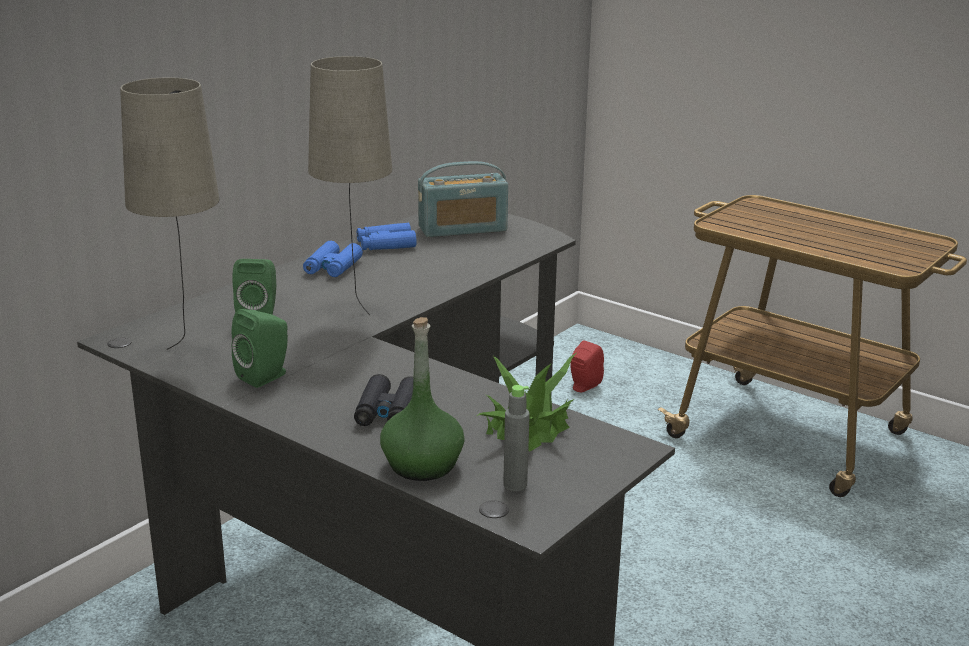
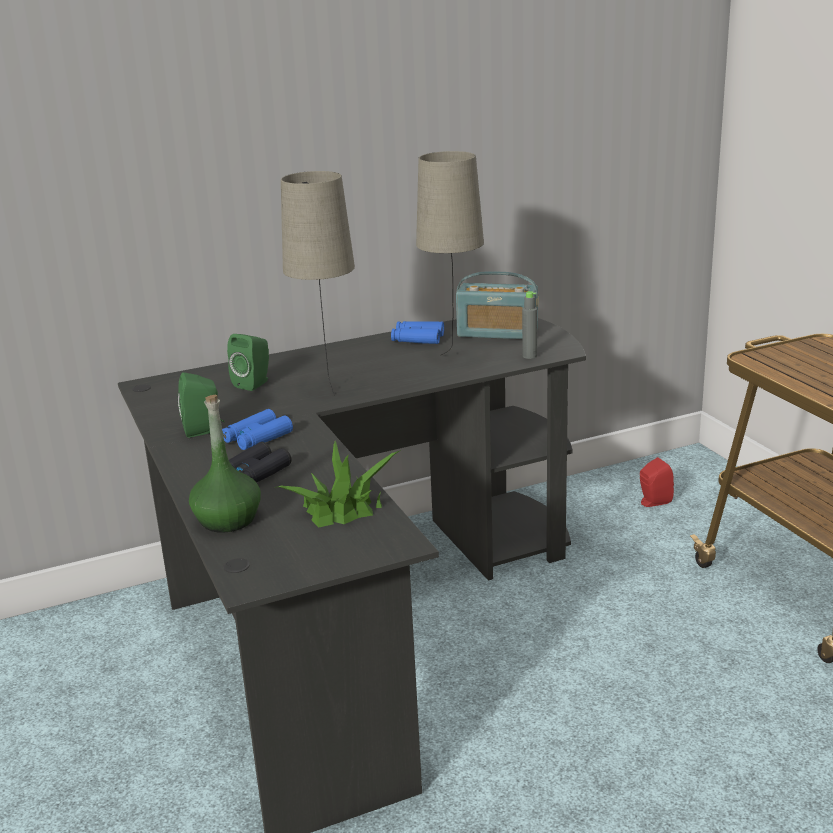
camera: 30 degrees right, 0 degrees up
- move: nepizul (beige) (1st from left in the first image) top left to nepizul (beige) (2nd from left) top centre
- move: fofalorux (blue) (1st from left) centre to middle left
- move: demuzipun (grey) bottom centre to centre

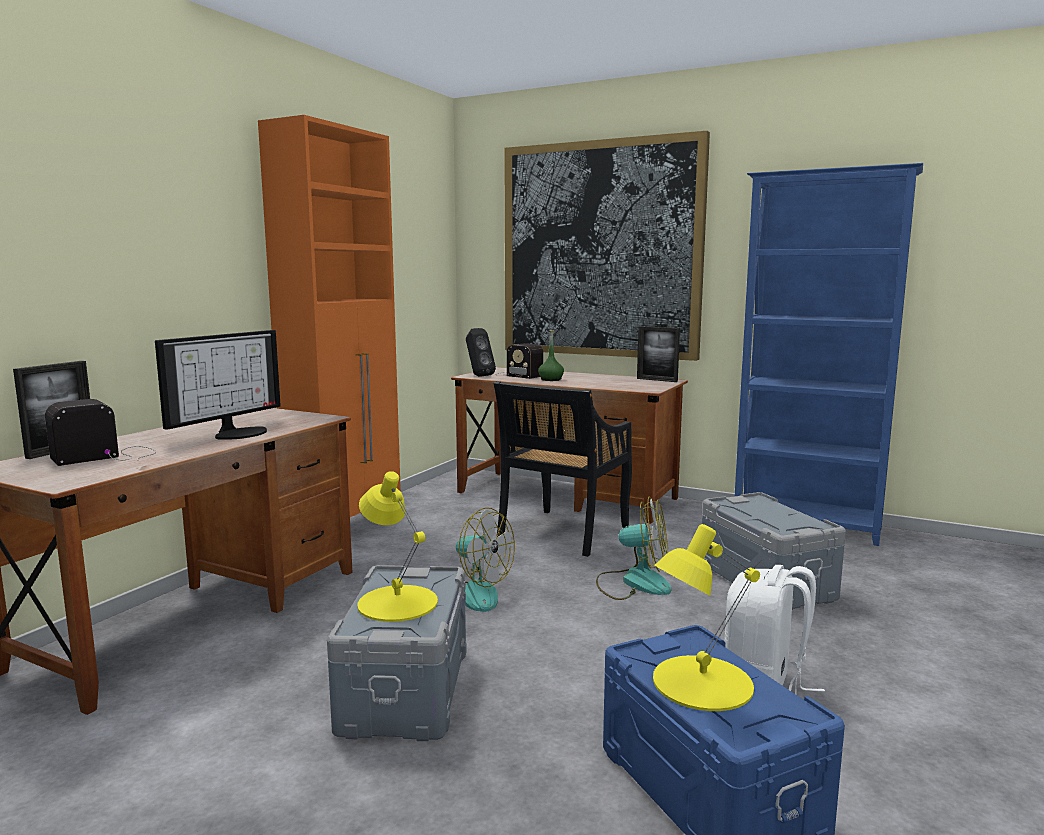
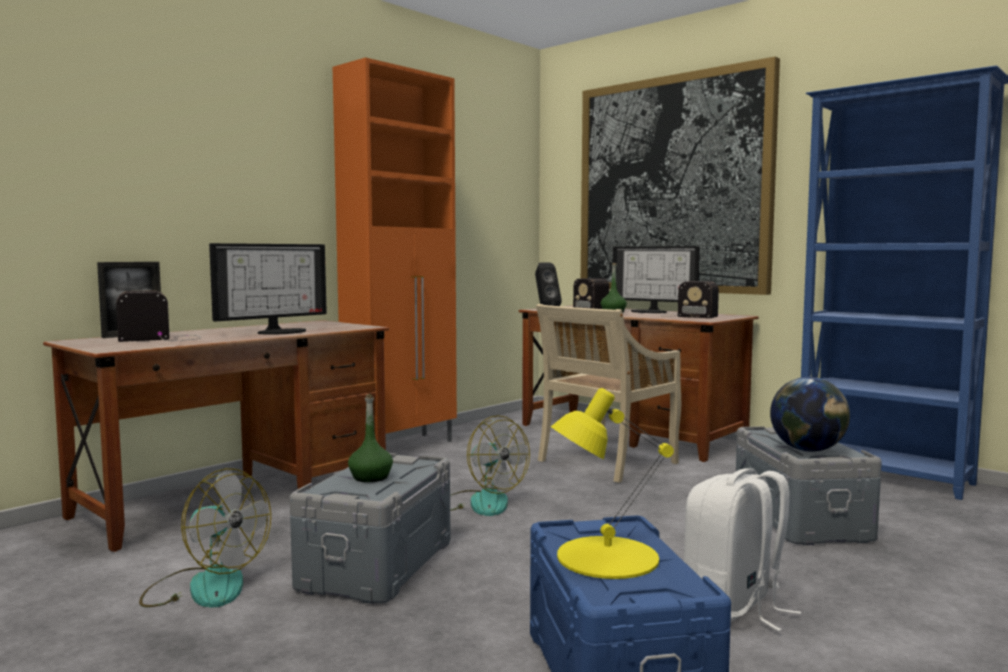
camera: 15 degrees right, 5 degrees down
- delete: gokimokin (2nd from left) centre
- insert: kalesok (2nd from left) centre
- insert: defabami (3rd from left) middle right
- insert: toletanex middle right
- move: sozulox (2nd from left in the first image) centre to sozulox (1st from left) bottom left
- replace: nepizul (yellow) (1st from left) centre to demuzipun (green) (1st from left) centre
- recolor: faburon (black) centre to faburon (beige) centre

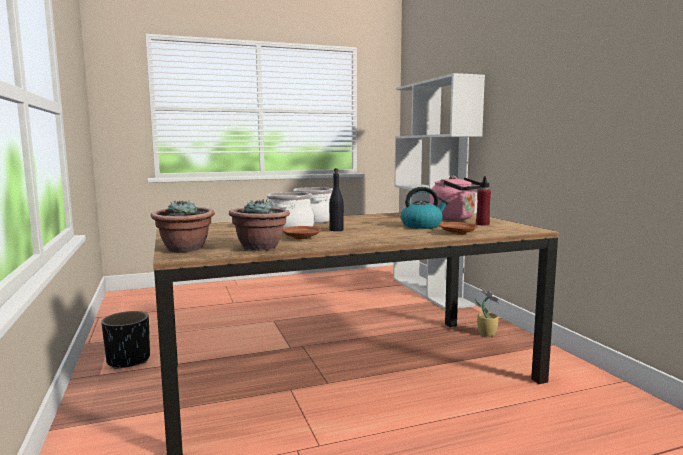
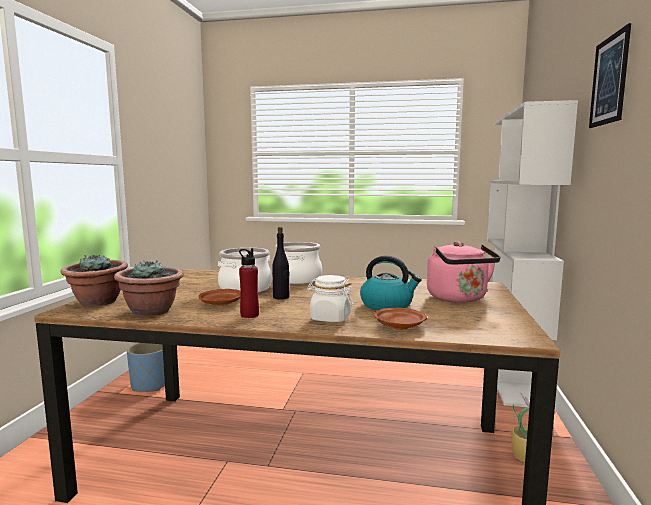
camera: 30 degrees right, 0 degrees up
- insert: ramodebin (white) centre
- insert: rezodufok top right
- move: demuzipun (red) middle right to centre
- recolor: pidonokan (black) bottom left to pidonokan (blue) bottom left

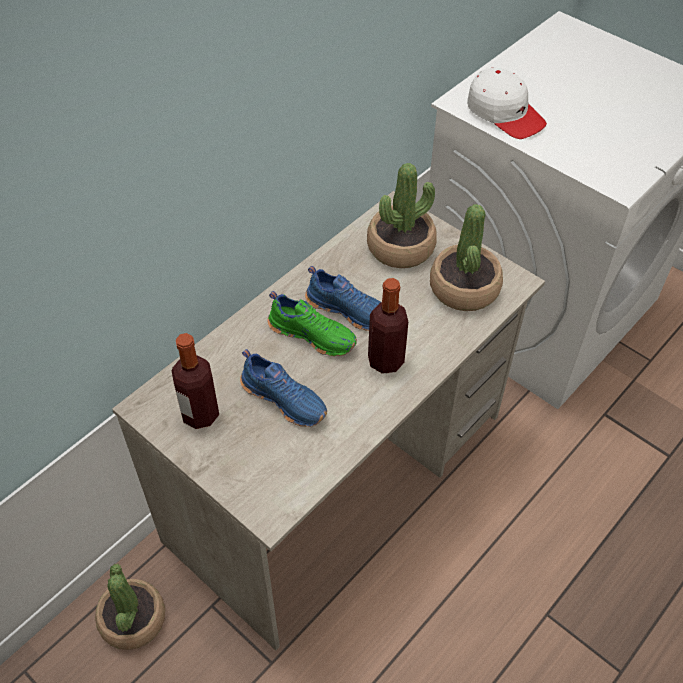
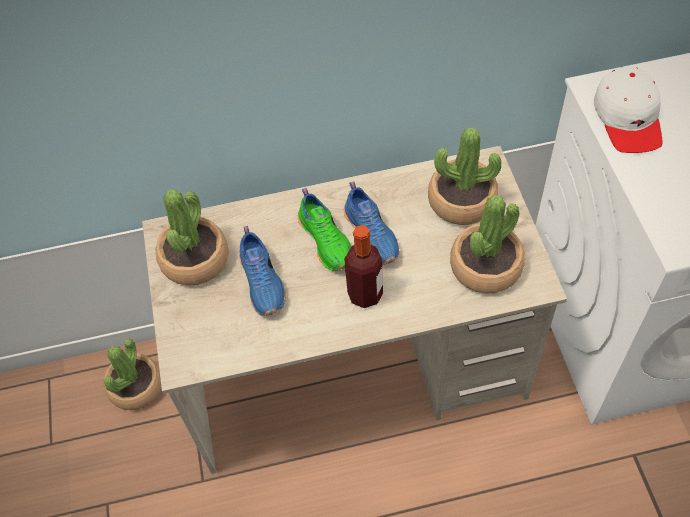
camera: 40 degrees right, 5 degrees up
- replace: demuzipun (1st from left) middle left to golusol (2nd from left) middle left

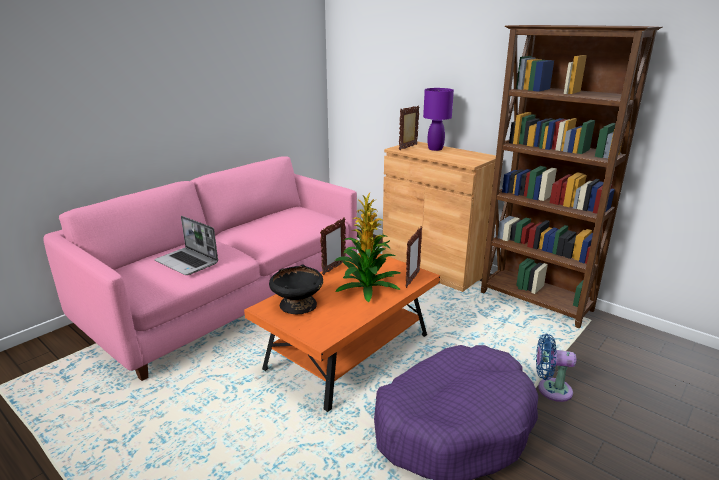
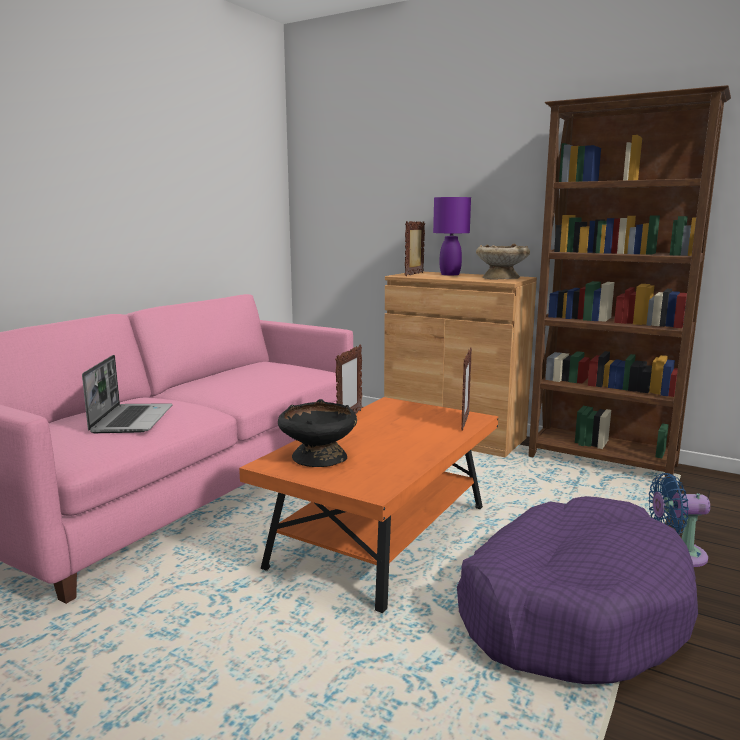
camera: 10 degrees left, 10 degrees down
- delete: golusol centre
- insert: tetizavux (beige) middle right
- rotate: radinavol middle left = middle left 120 degrees counterclockwise

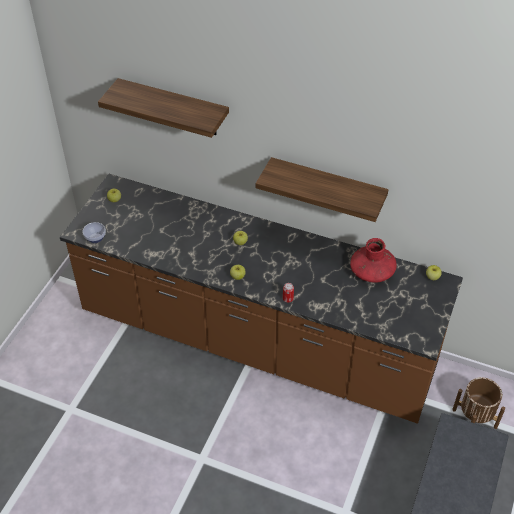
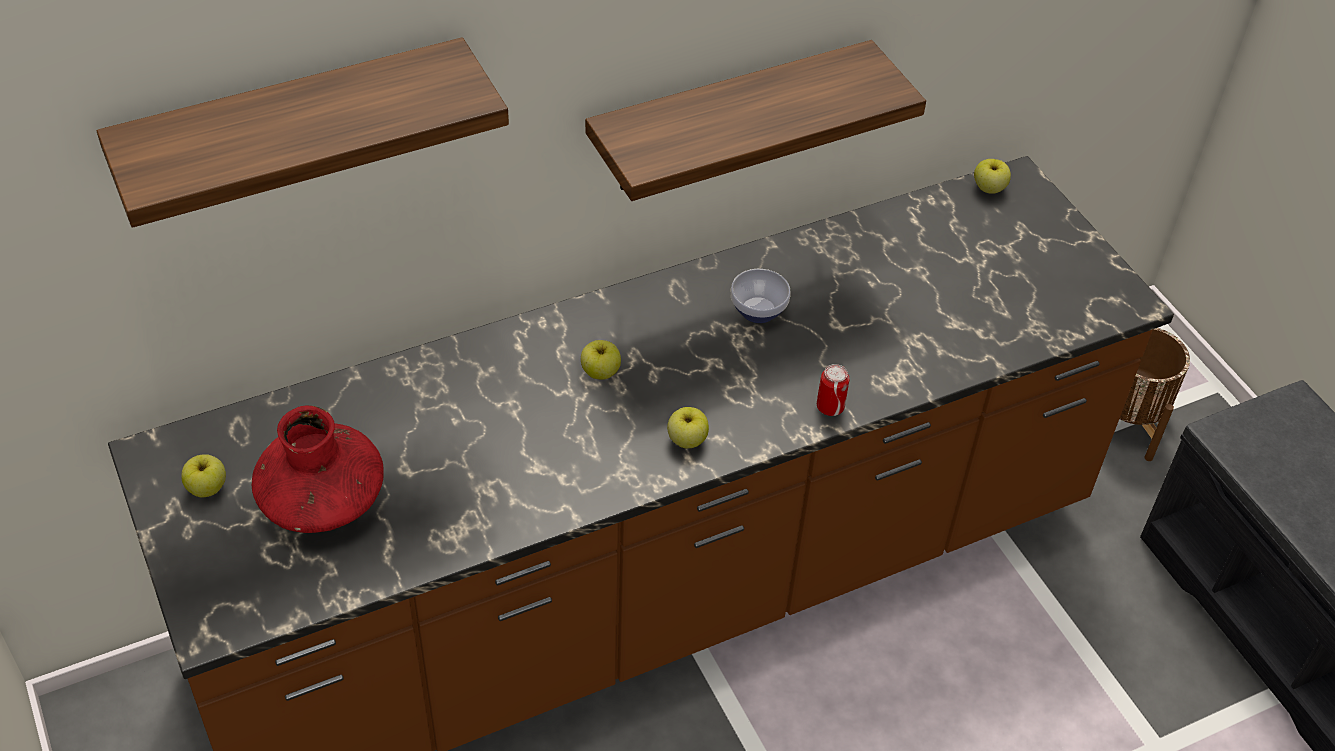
camera: 50 degrees left, 0 degrees up
- move: tetizavux middle left to centre
- move: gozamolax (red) middle right to middle left

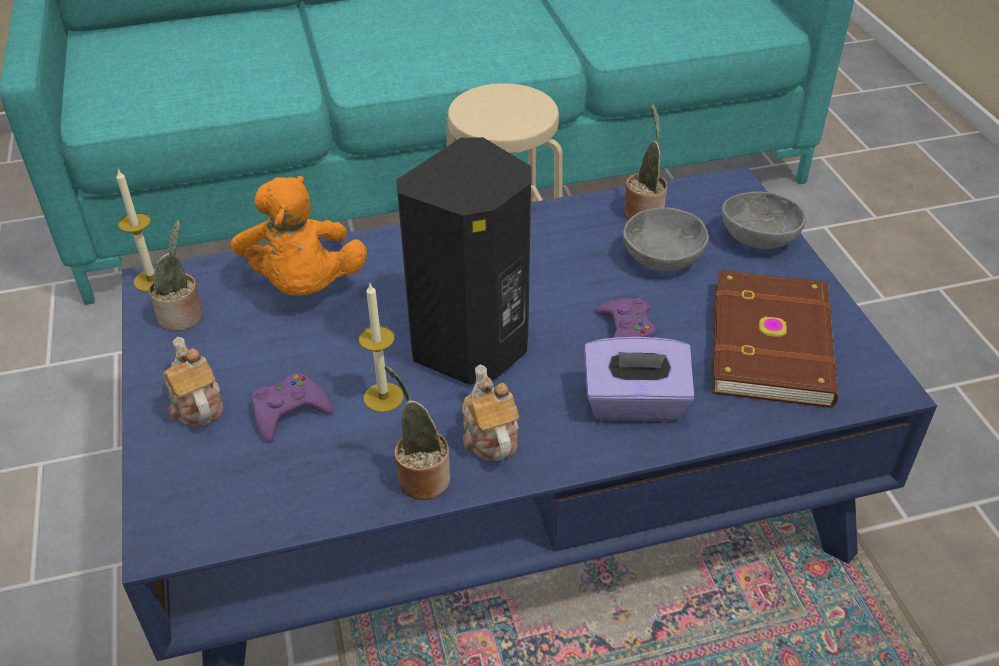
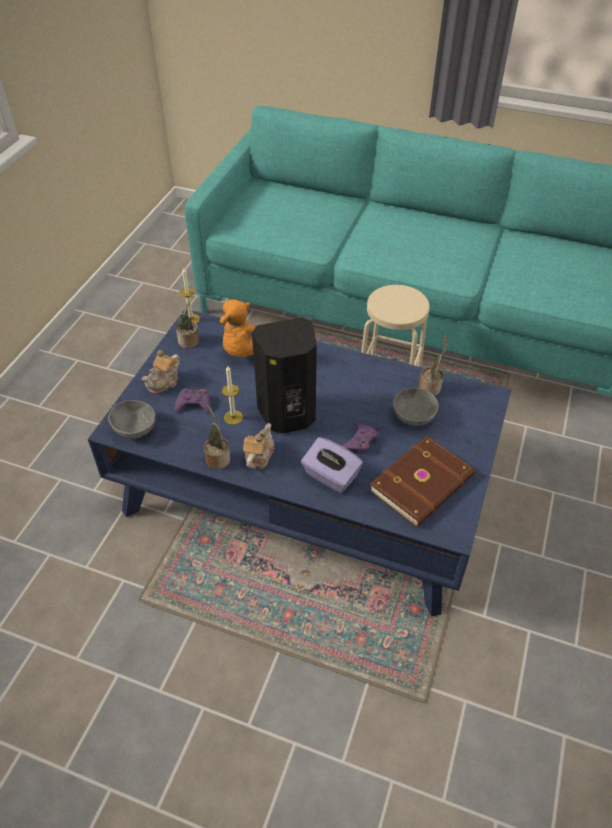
camera: 35 degrees right, 5 degrees up
- move: tetizavux (grey) (2nd from left in the first image) top right to tetizavux (grey) (1st from left) middle left
- rotate: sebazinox (1st from left) middle left = middle left 150 degrees counterclockwise

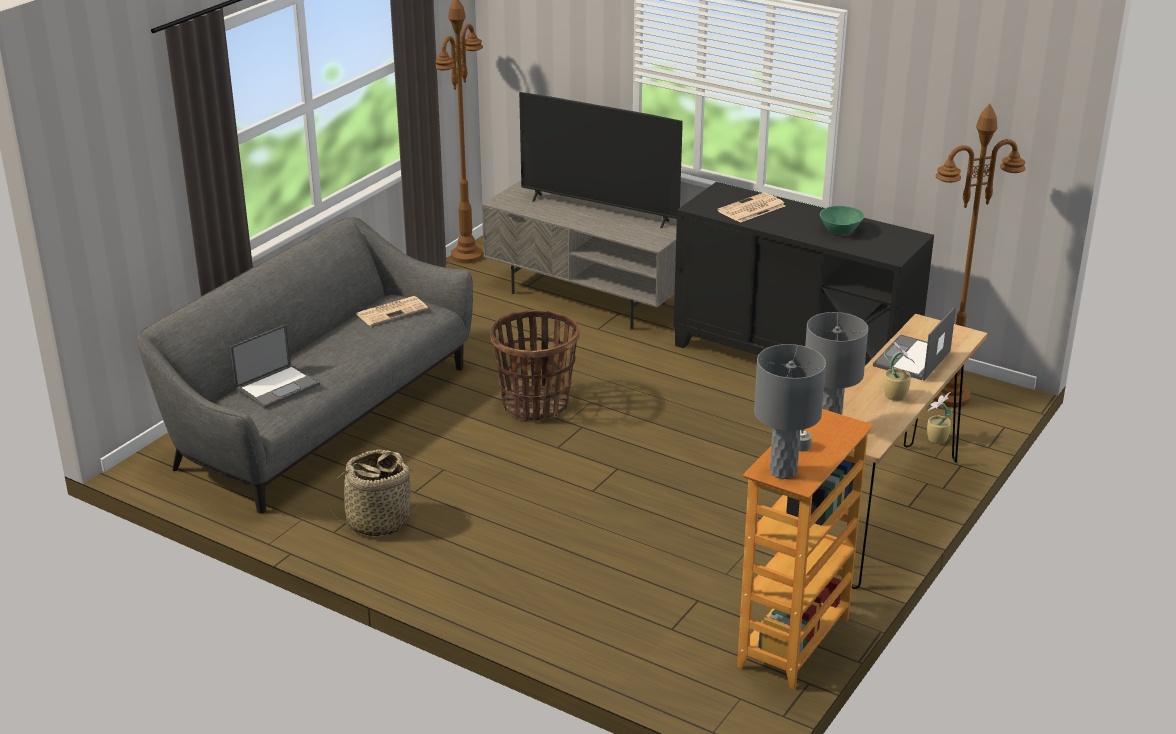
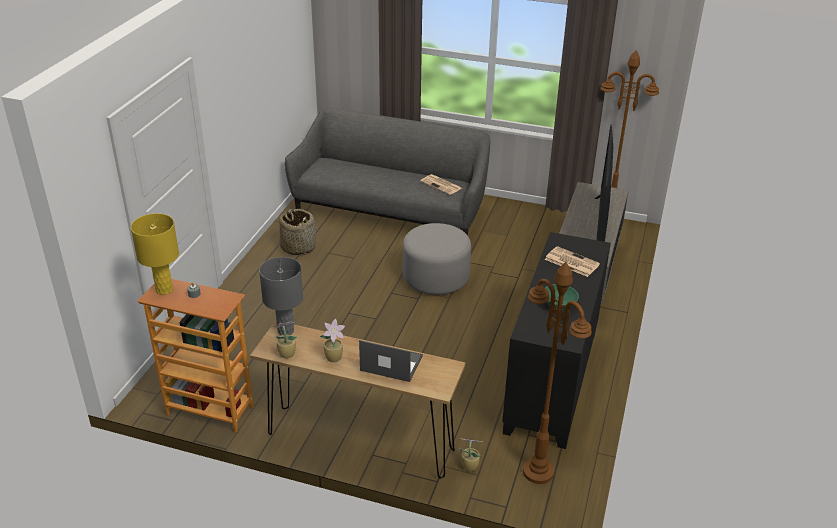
camera: 75 degrees right, 5 degrees up
- delete: radinavol (1st from left) middle left
- insert: golusol (1st from left) centre
- replace: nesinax (2nd from left) centre to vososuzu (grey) centre
- recolor: nepizul (grey) (1st from left) middle right to nepizul (yellow) middle left

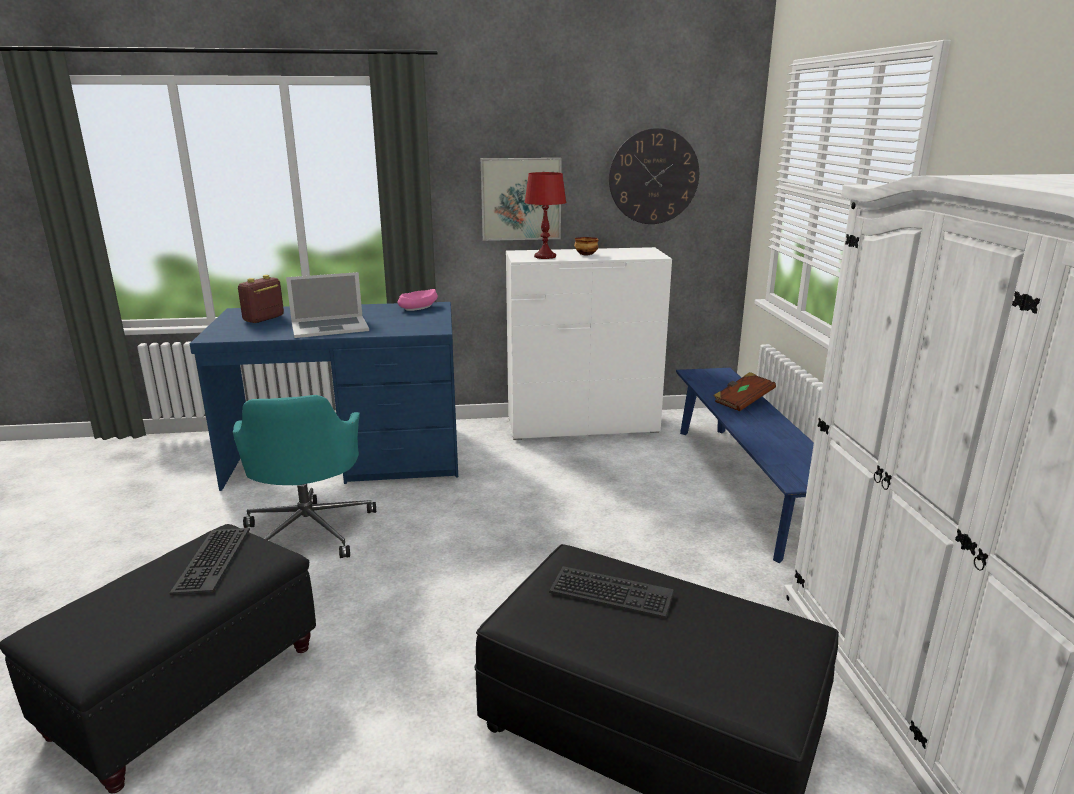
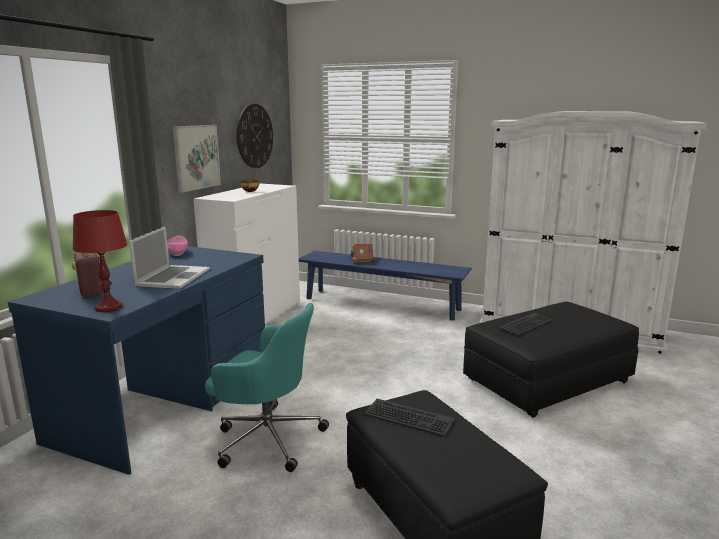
camera: 60 degrees left, 5 degrees down
- move: nepizul (red) top centre to middle left

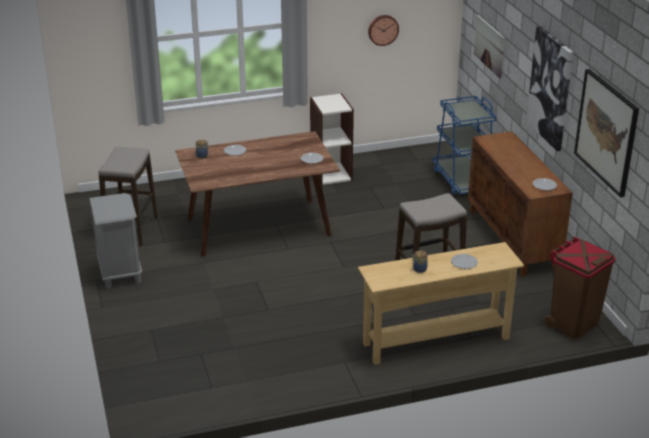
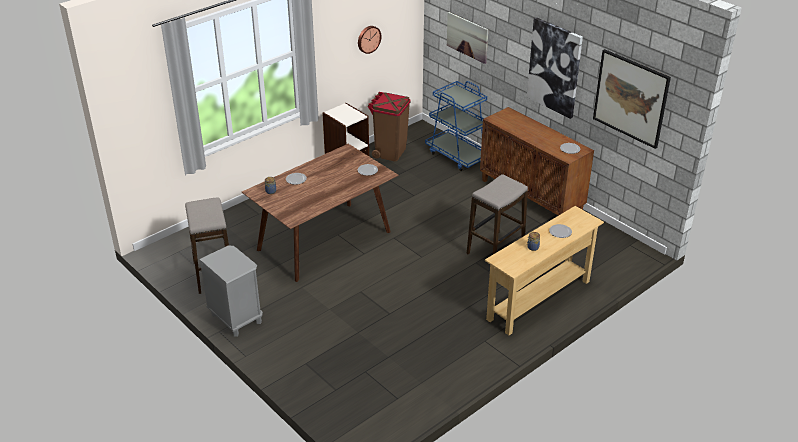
camera: 25 degrees left, 5 degrees up
- move: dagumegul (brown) middle right to top centre

